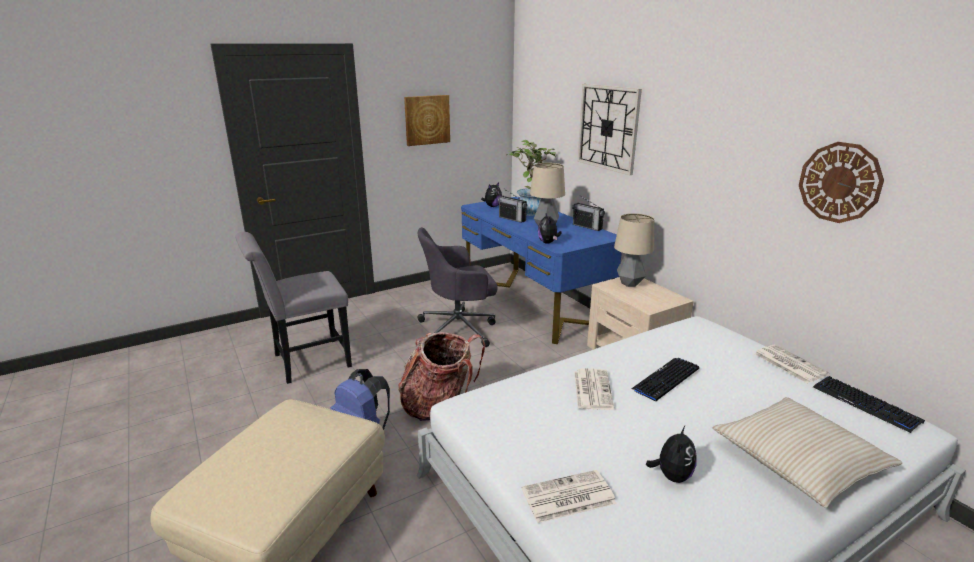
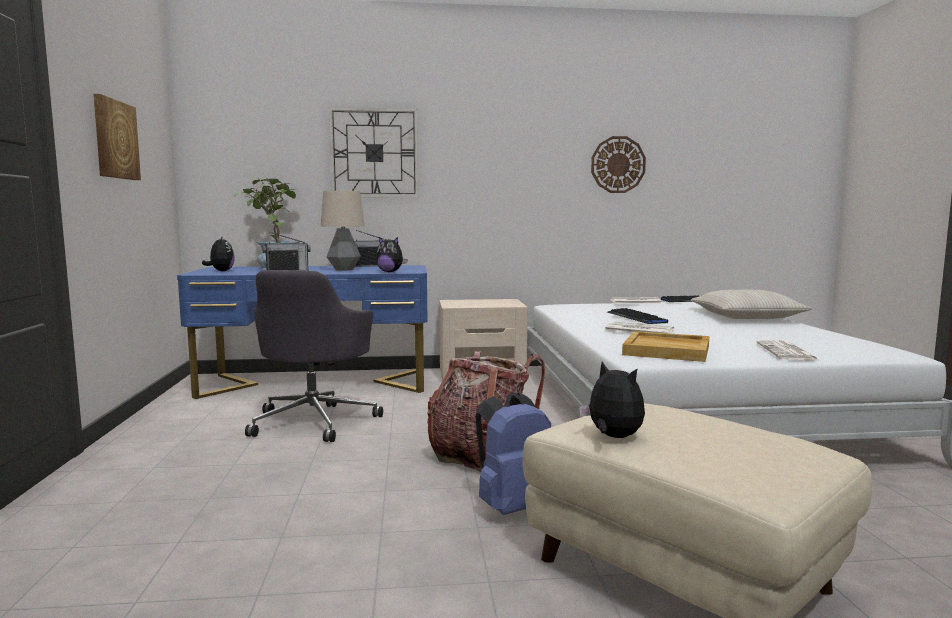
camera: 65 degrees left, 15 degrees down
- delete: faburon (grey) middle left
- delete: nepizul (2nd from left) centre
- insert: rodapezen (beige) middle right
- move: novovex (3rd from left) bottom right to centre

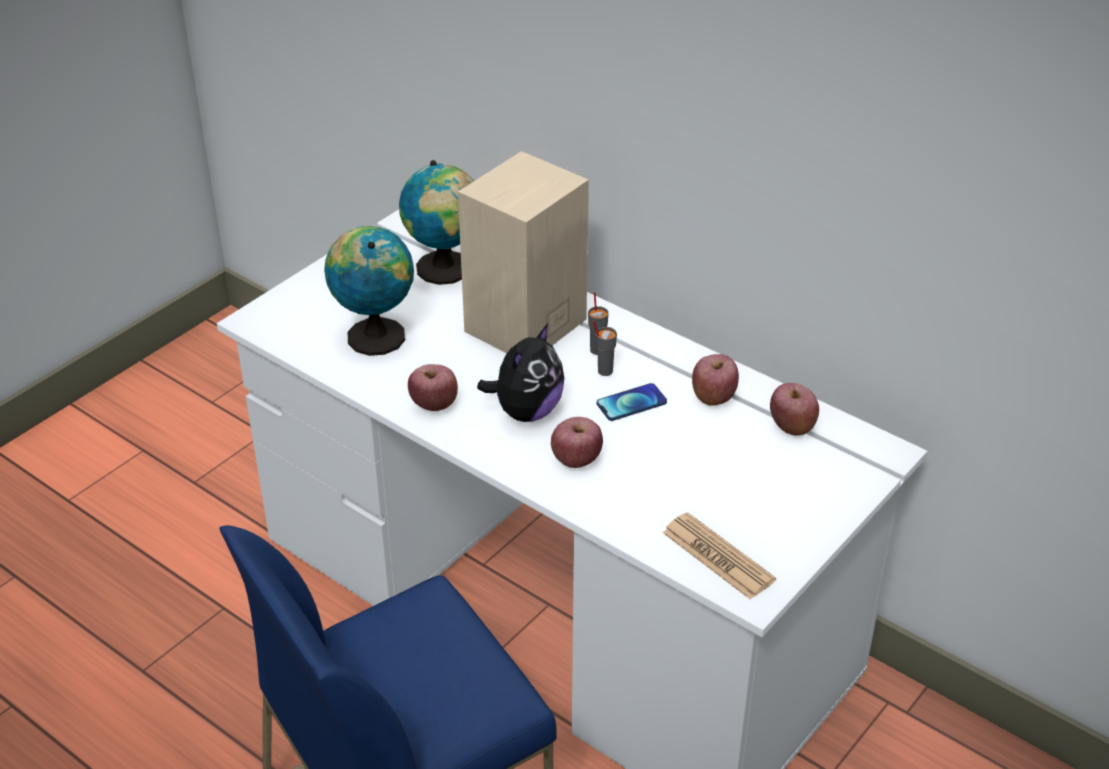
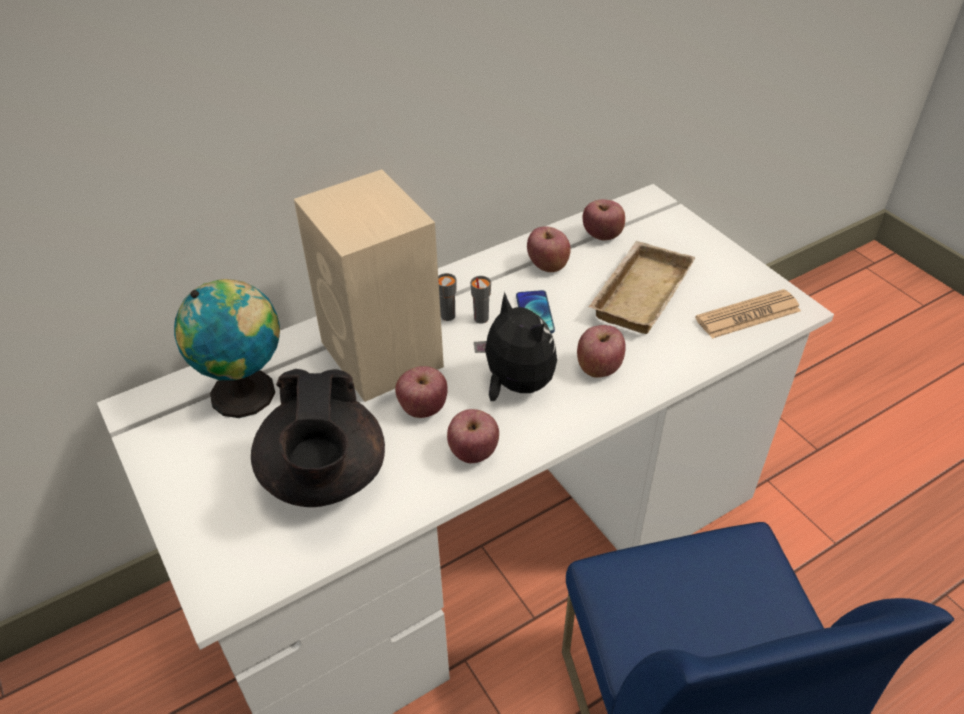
camera: 70 degrees left, 5 degrees up
- insert: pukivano (1st from left) centre
- insert: rodapezen (beige) centre
- replace: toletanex (1st from left) middle left to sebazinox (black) middle left

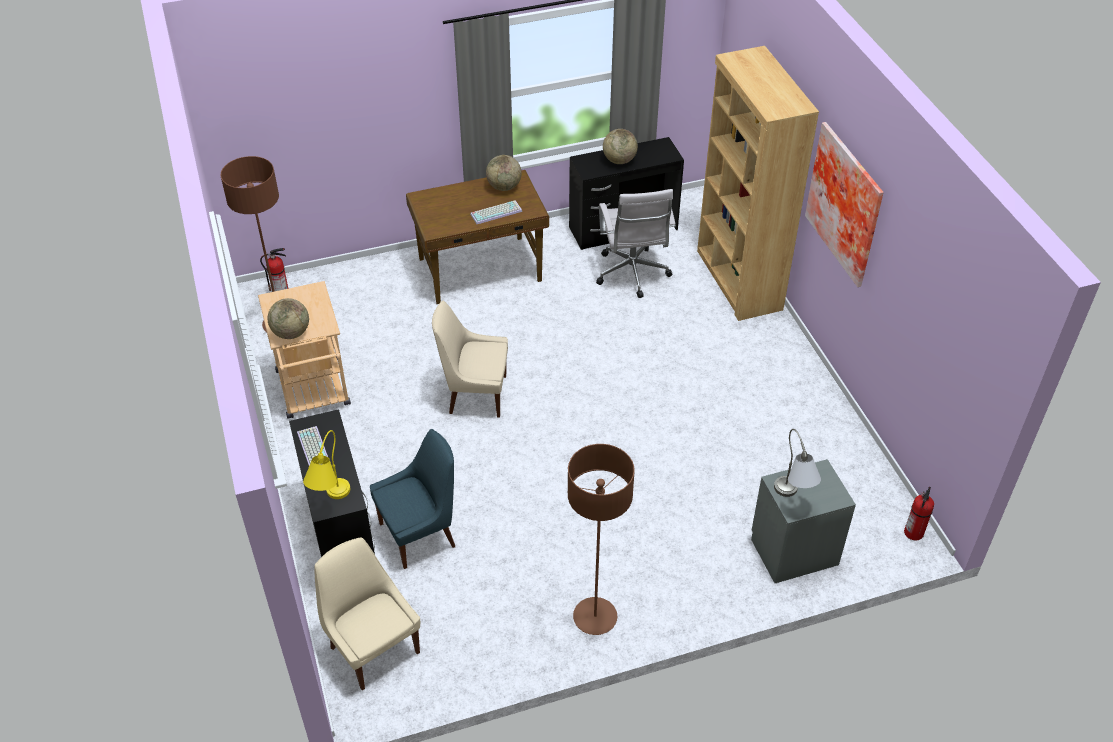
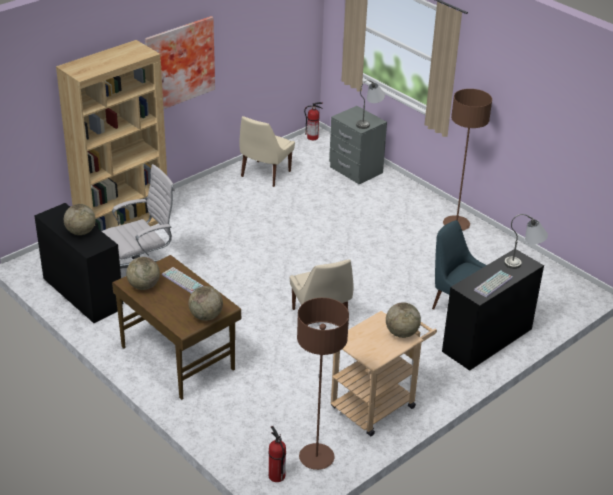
camera: 115 degrees left, 10 degrees down
- insert: toletanex (3rd from left) centre
- move: faburon (beige) (1st from left) bottom left to top centre
- recolor: nepizul (yellow) middle left to nepizul (grey) (2nd from left) middle right

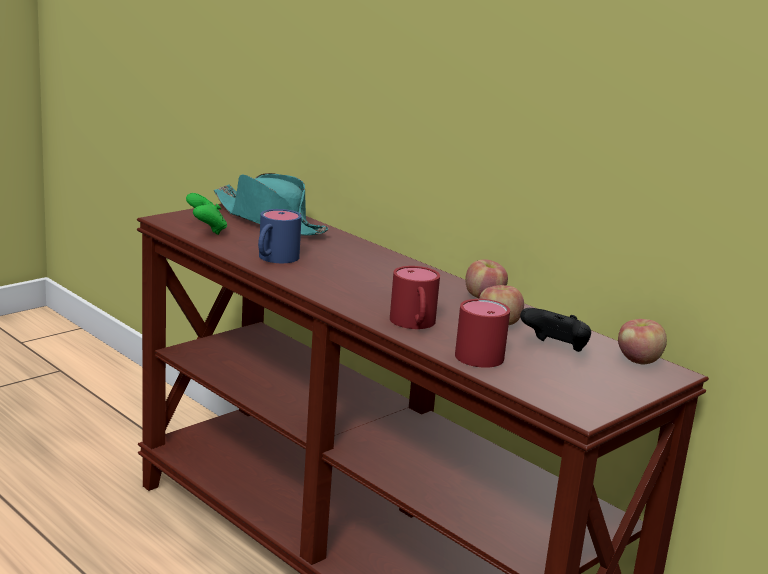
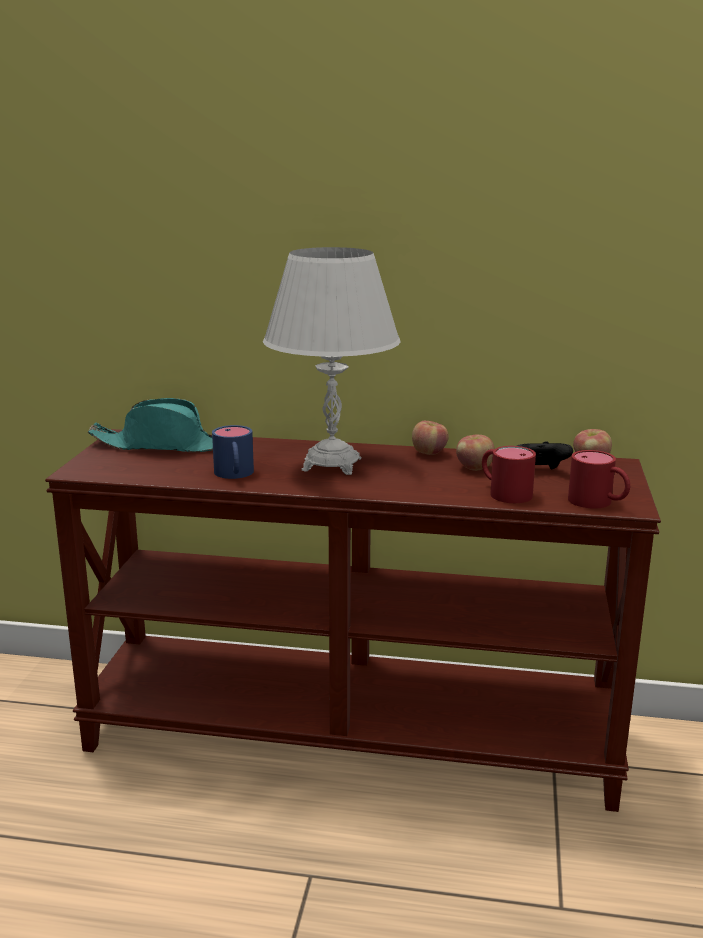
camera: 35 degrees left, 0 degrees up
- delete: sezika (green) middle left
- insert: nepizul (white) centre
- move: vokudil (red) (1st from left in the first image) centre to vokudil (red) (2nd from left) middle right

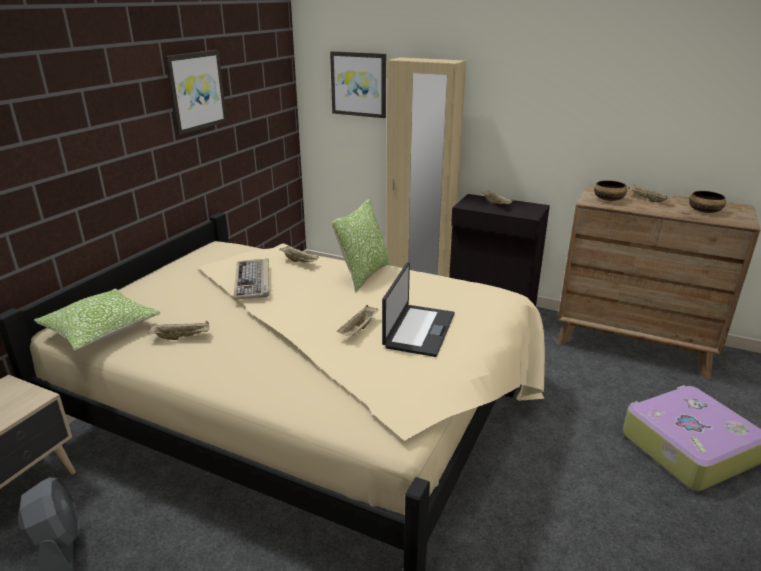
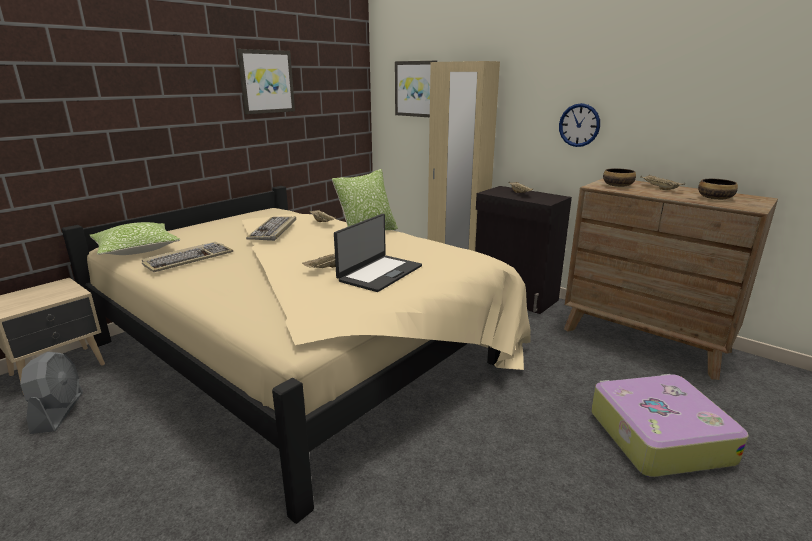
camera: 15 degrees right, 5 degrees down
- insert: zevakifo top right
- replace: rodapezen (beige) (1st from left) middle left to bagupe (1st from left) middle left

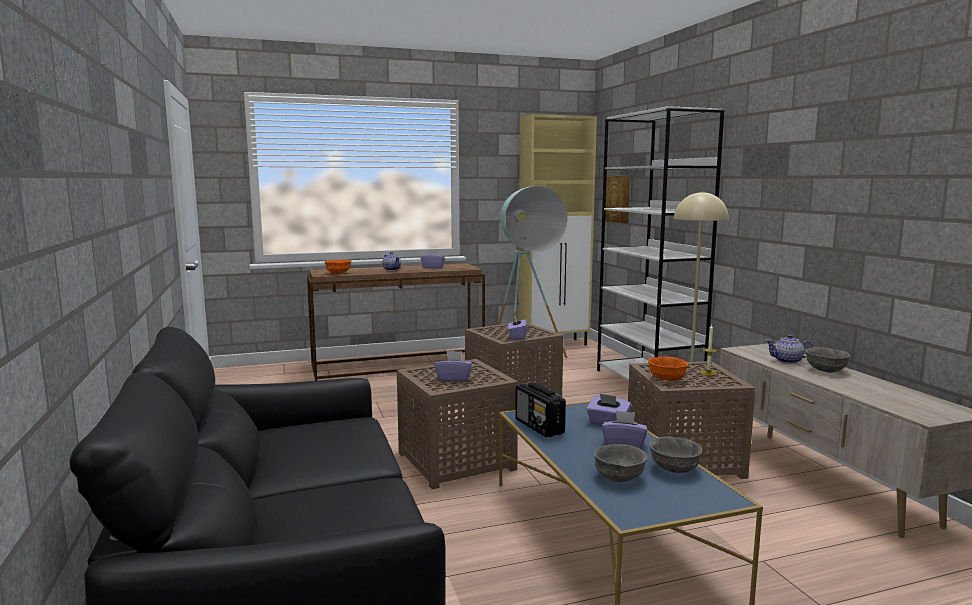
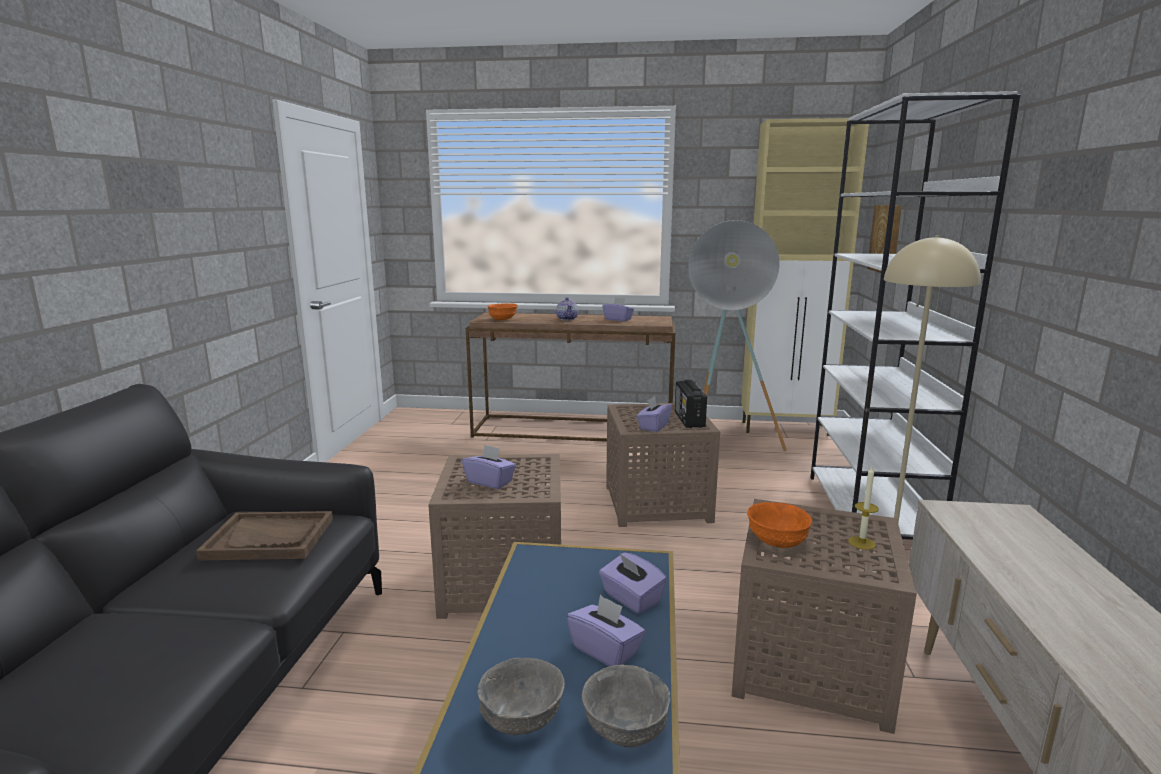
camera: 25 degrees right, 5 degrees up
- delete: sebazinox (2nd from left) middle right
- delete: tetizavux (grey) (3rd from left) middle right
- insert: rodapezen (brown) bottom left
- move: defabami bottom centre to centre

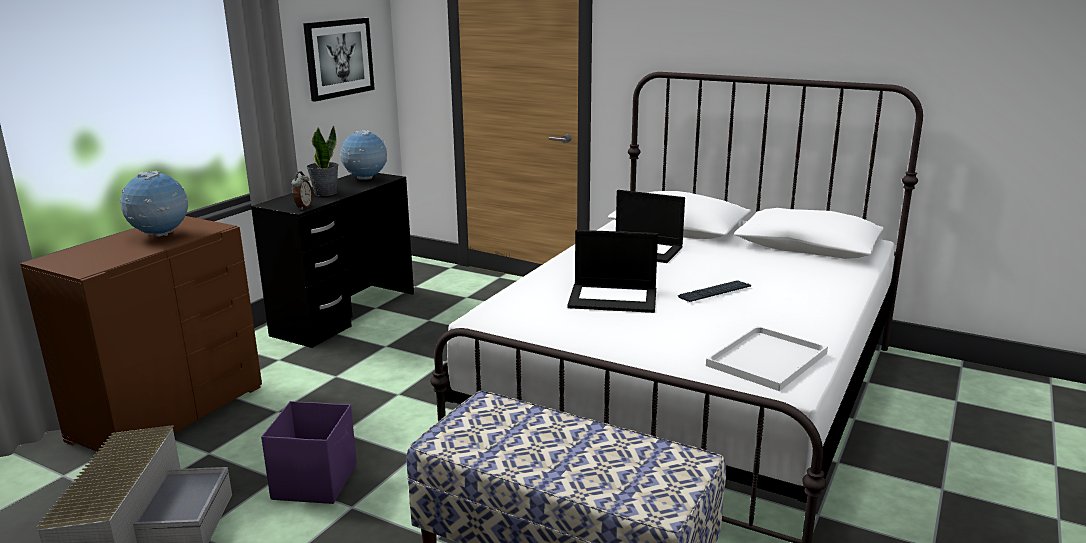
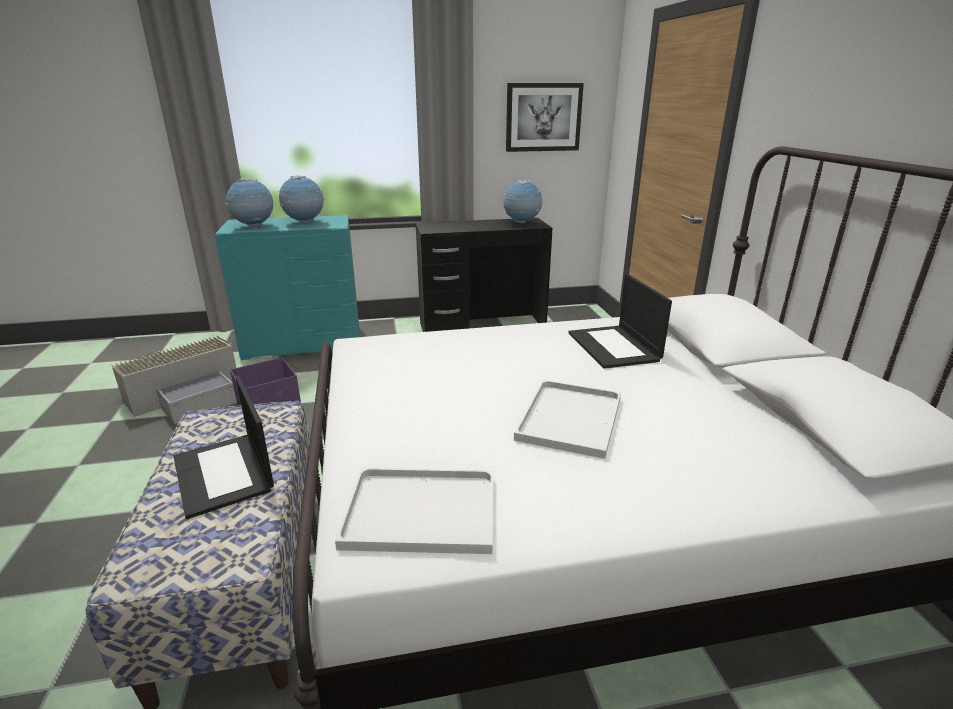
camera: 50 degrees right, 5 degrees up
- delete: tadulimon middle left
- delete: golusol top left
- insert: toletanex (1st from left) top left
- move: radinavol (1st from left) centre to middle left
- replace: bagupe centre to rodapezen (white) (2nd from left) centre
- recolor: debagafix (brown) middle left to debagafix (turquoise) middle left

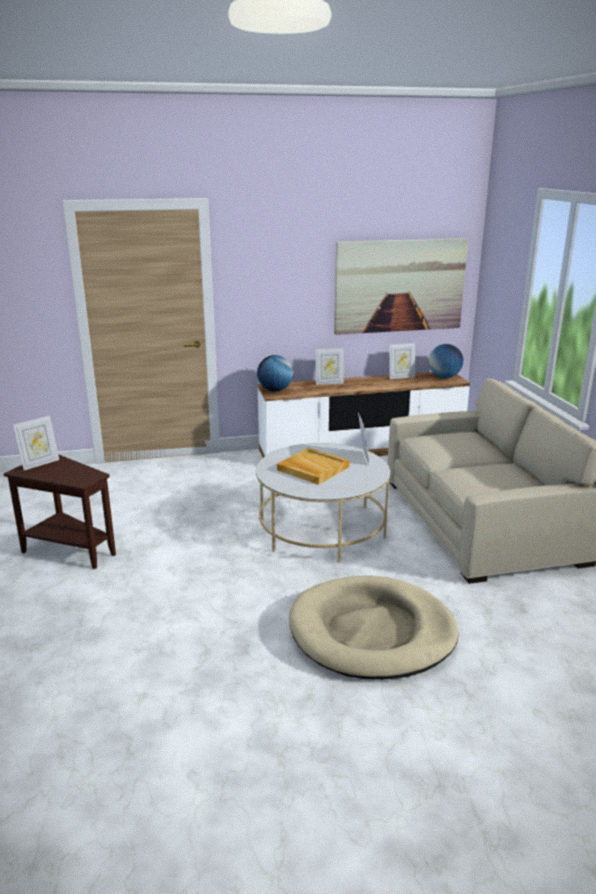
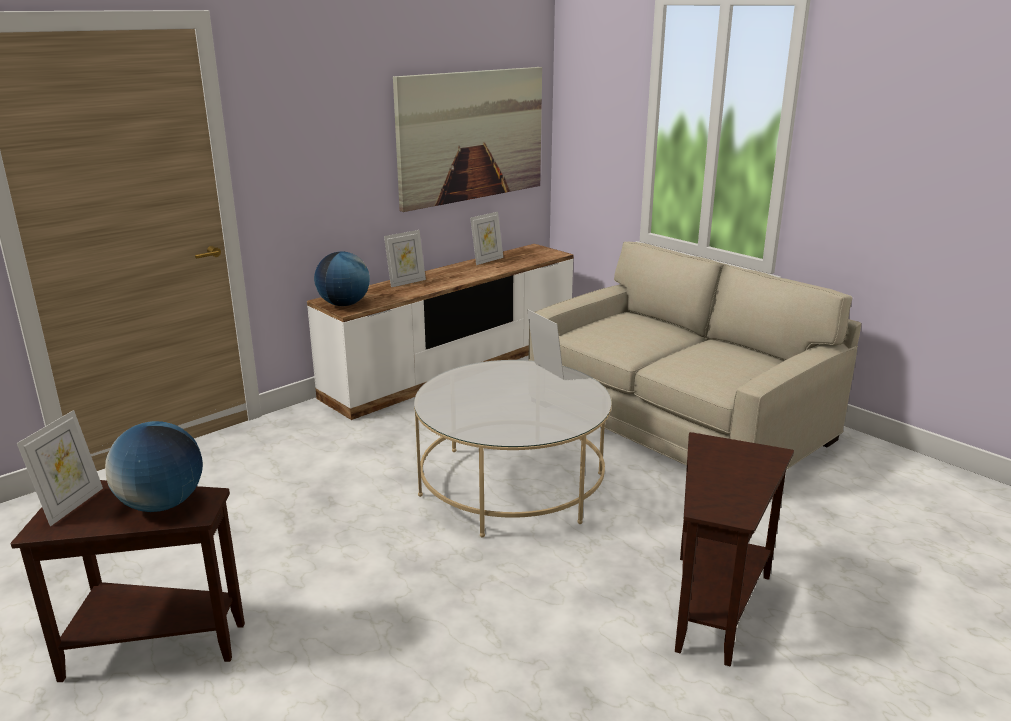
camera: 30 degrees left, 0 degrees up
- delete: rodapezen (beige) centre
- move: toletanex (2nd from left in the first image) middle right to toletanex (1st from left) middle left
- replace: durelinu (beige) bottom centre to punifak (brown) (2nd from left) bottom right

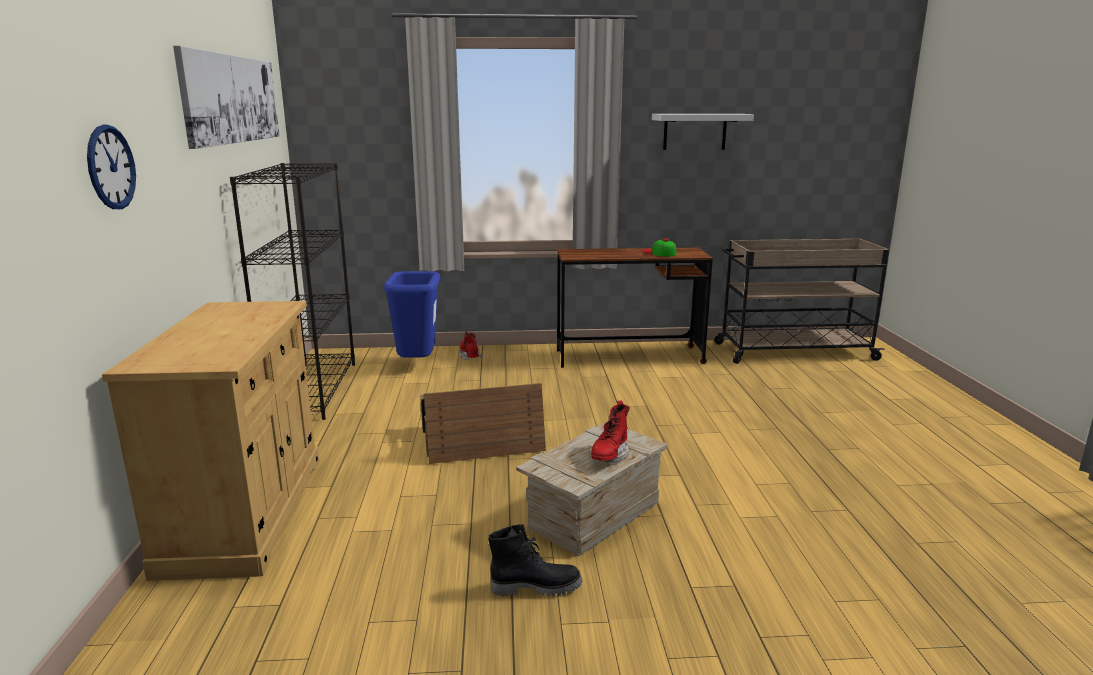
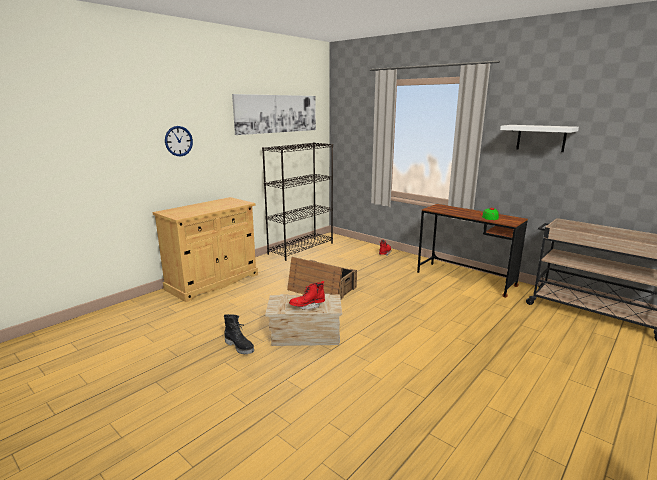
camera: 45 degrees right, 0 degrees up
- delete: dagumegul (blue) centre

